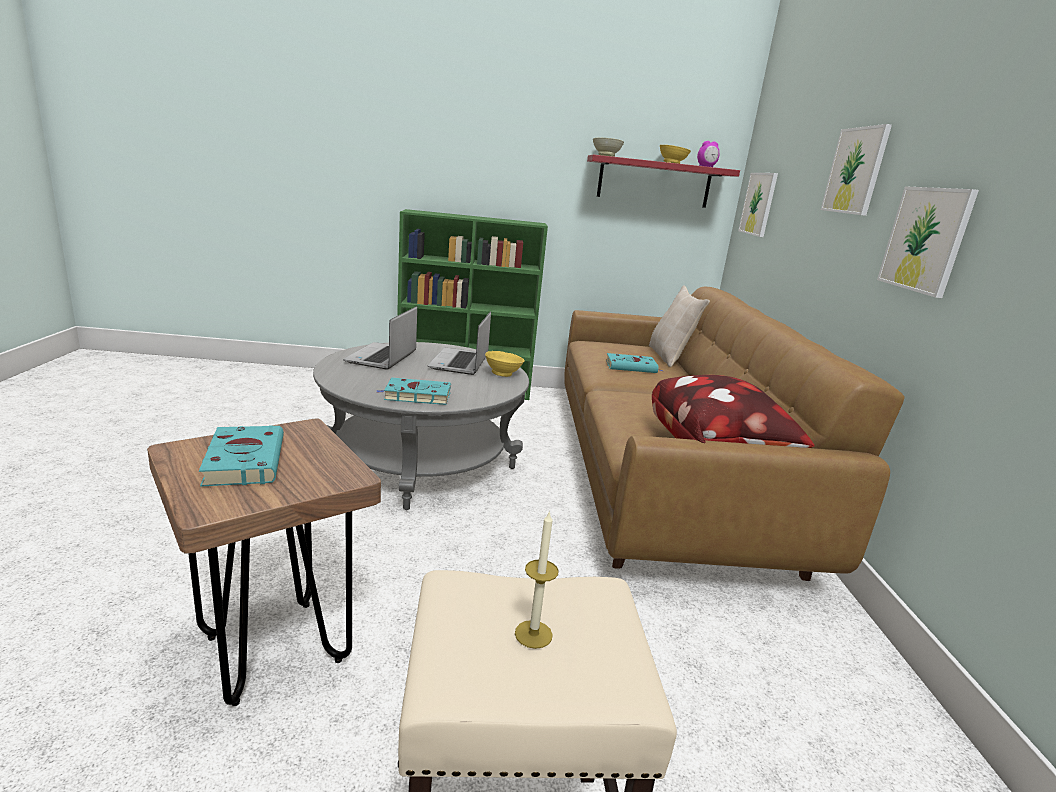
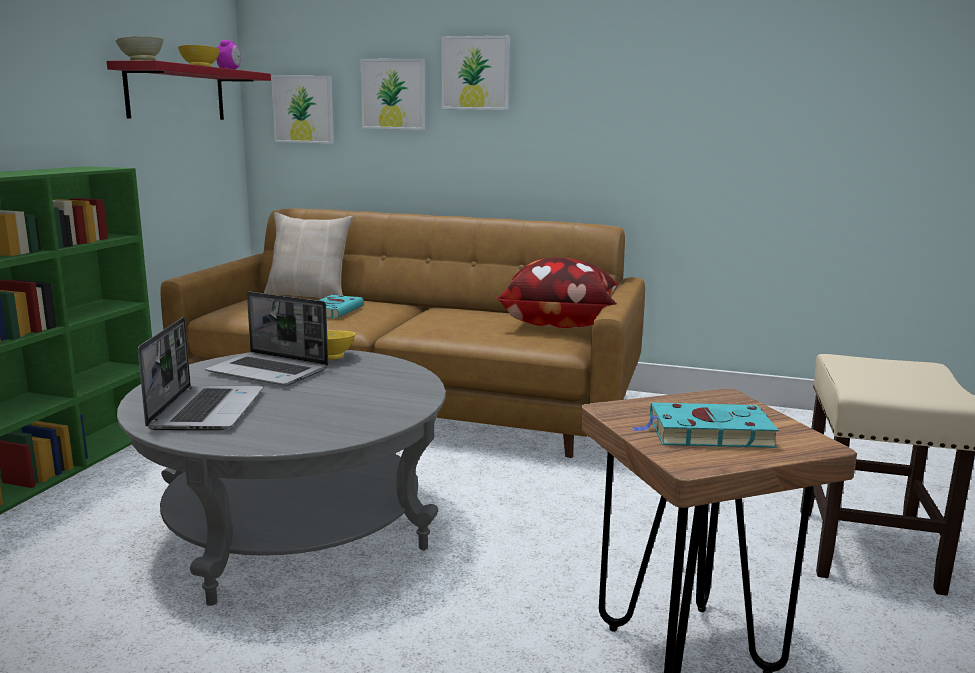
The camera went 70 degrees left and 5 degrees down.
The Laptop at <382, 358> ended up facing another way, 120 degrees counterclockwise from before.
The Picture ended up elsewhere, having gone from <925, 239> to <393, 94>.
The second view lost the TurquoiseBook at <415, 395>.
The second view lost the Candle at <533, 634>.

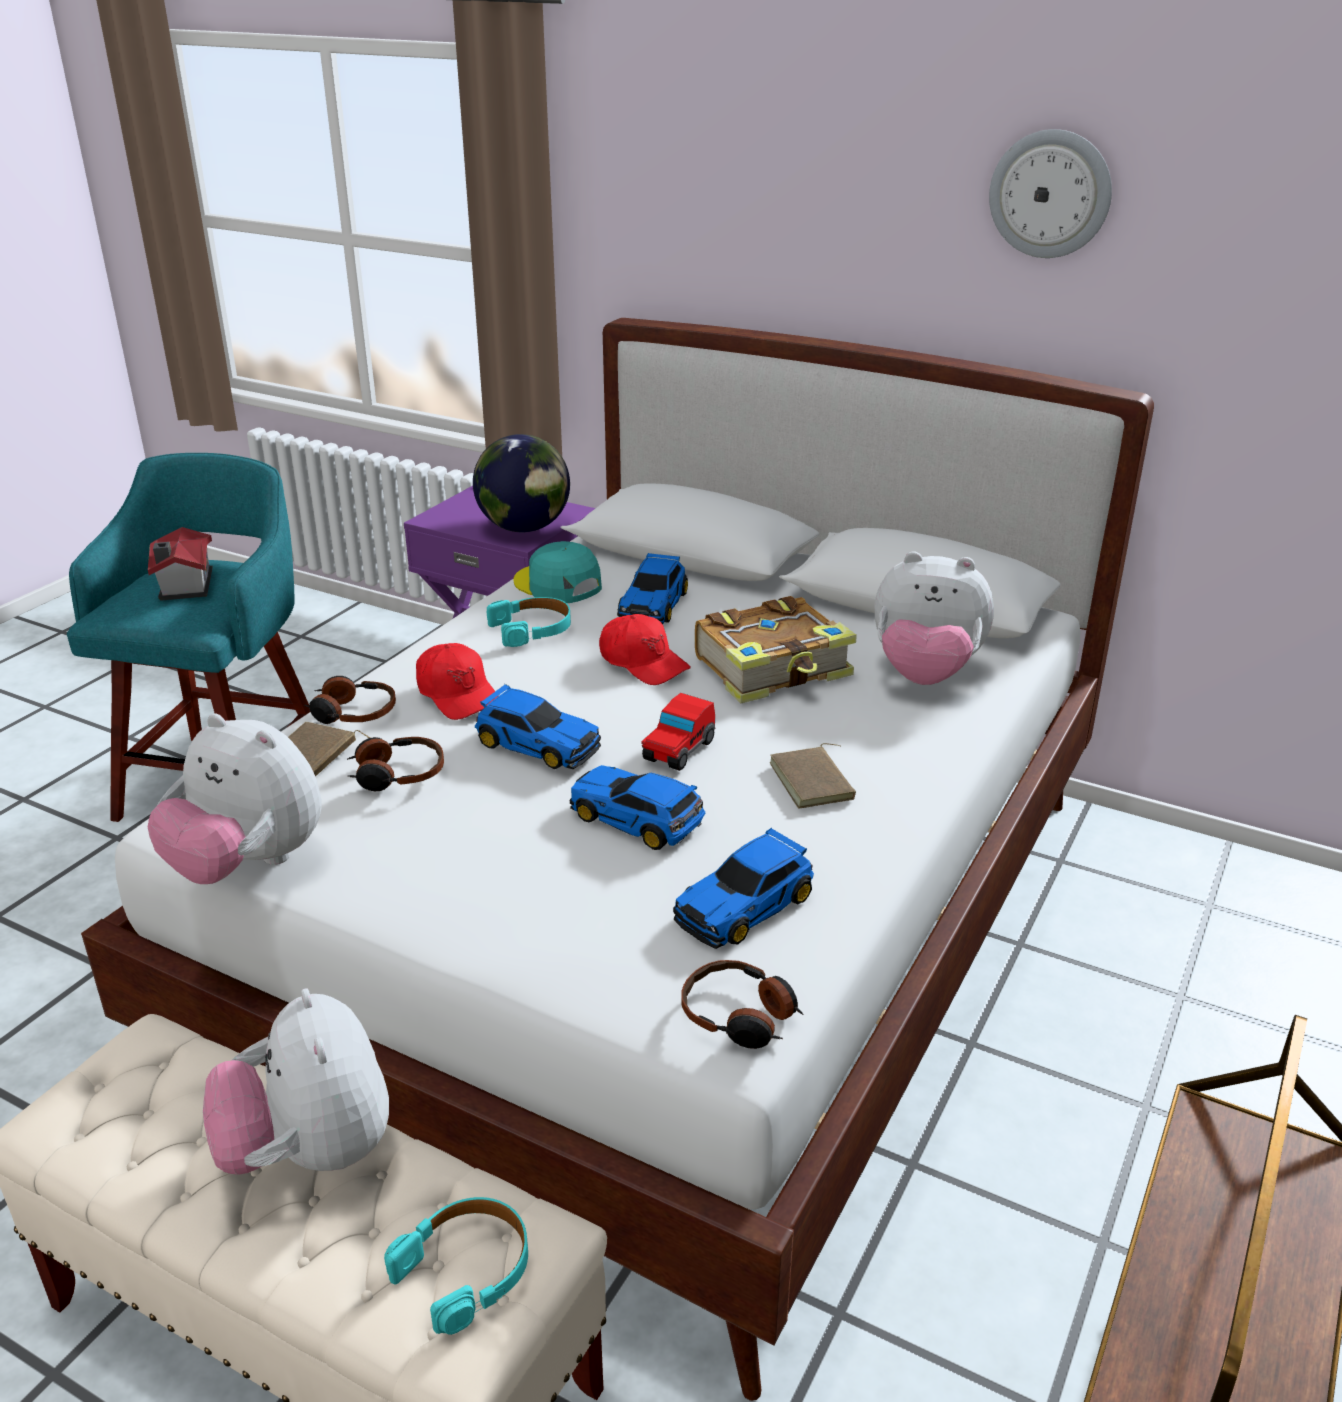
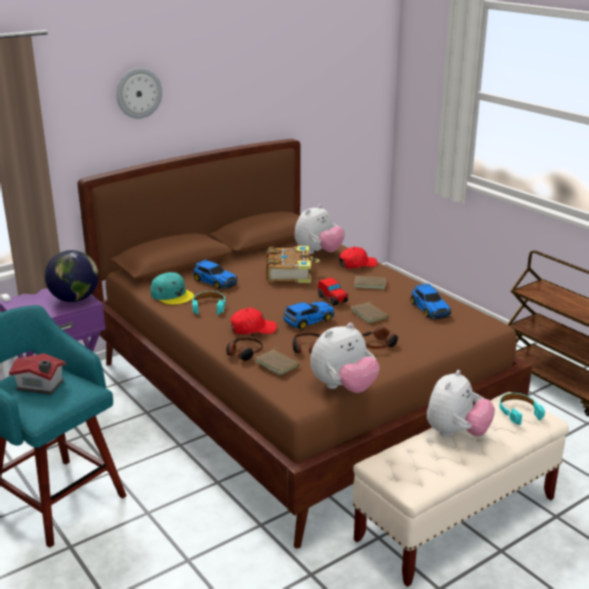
The camera went 65 degrees left and 5 degrees down.
What was the WhiteBed at <673, 931> turned into the BrownBed at <294, 397>.
The WallClock ended up elsewhere, having gone from <1050, 194> to <138, 93>.
The TurquoiseCap at <557, 584> ended up facing another way, 120 degrees counterclockwise from before.
The RedCap ended up elsewhere, having gone from <643, 663> to <357, 264>.
Where the ToyCar stood at <638, 820>, the BrownBook came to stand at <370, 314>.
The Headphones ended up elsewhere, having gone from <740, 1016> to <378, 344>.
The PlushToy at <310, 1152> ended up facing another way, 60 degrees counterclockwise from before.

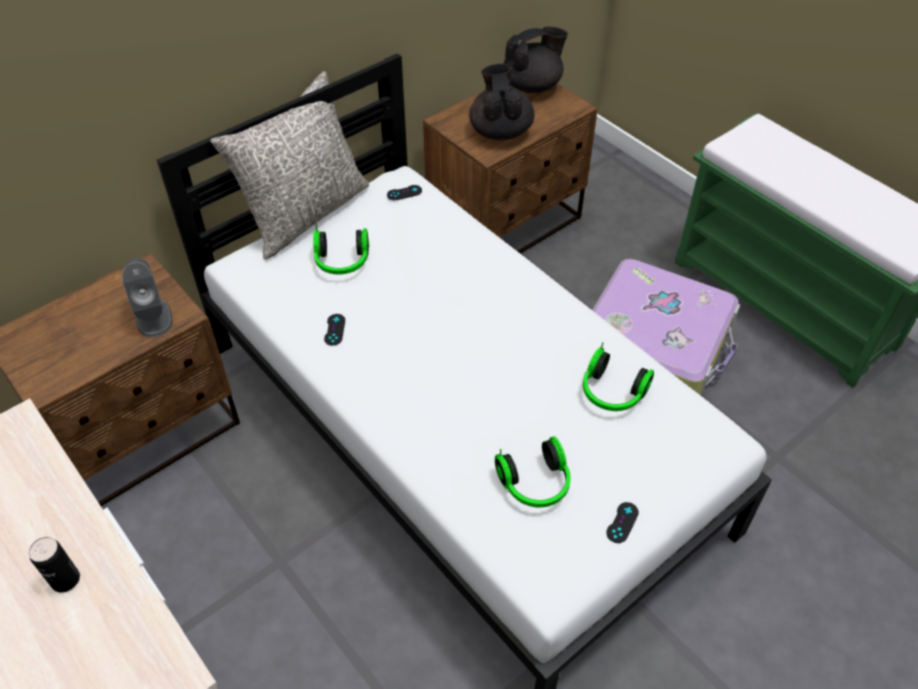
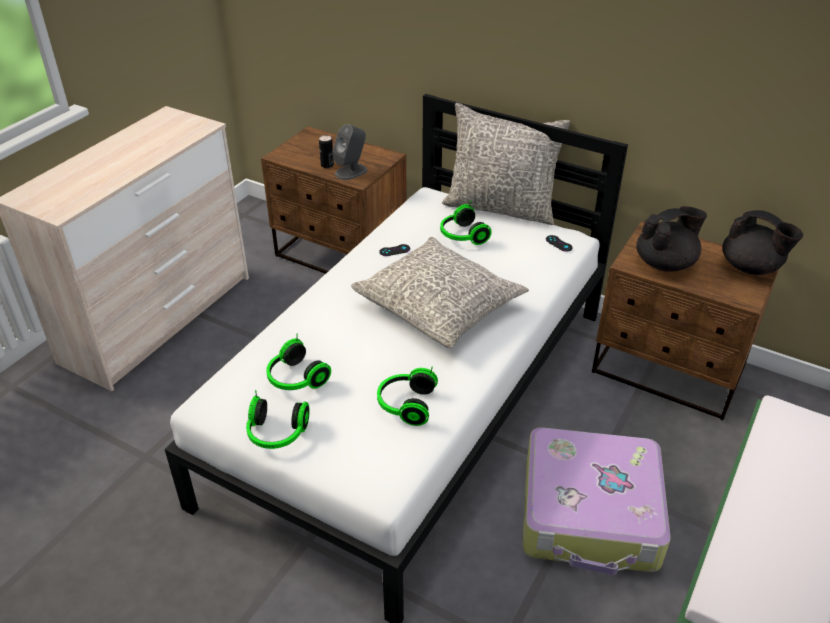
The camera went 70 degrees right and 10 degrees down.
Where the BlackGameController stood at <622, 522>, the Headphones came to stand at <276, 434>.
The Can ended up elsewhere, having gone from <65, 580> to <327, 165>.
The second view gained the GreyPillow at <439, 306>.

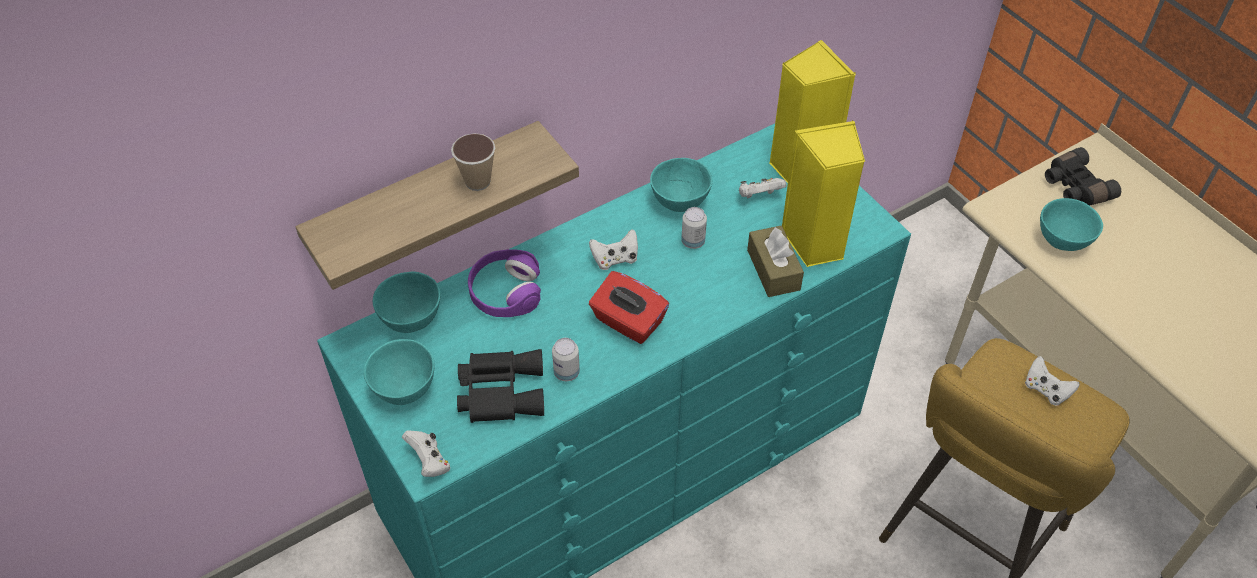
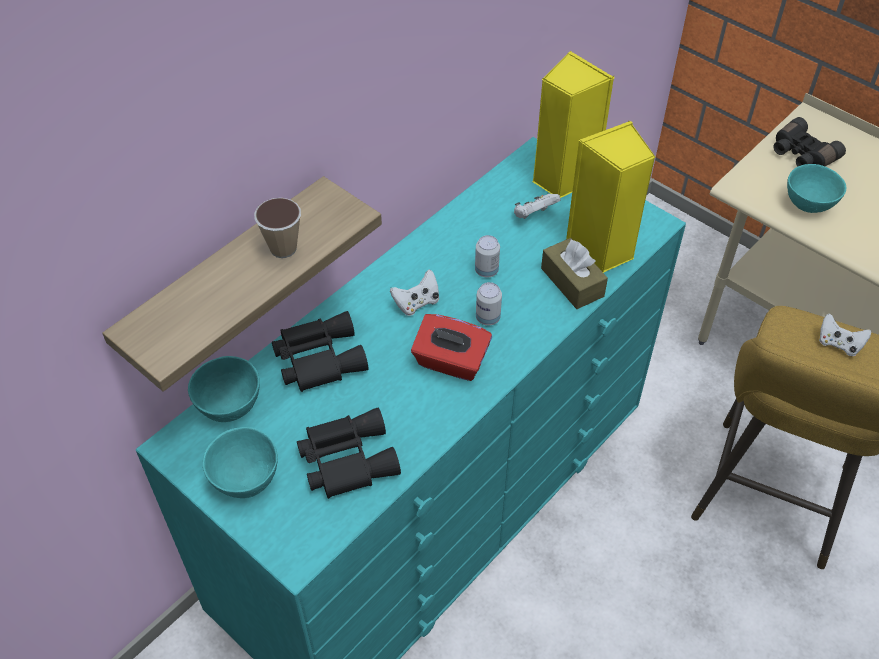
The camera went 15 degrees left and 0 degrees up.
Where the PurpleHeadphones stood at <505, 291>, the BlackBinoculars came to stand at <317, 357>.
The Can ended up elsewhere, having gone from <566, 372> to <488, 318>.
The second view lost the WhiteGameController at <429, 462>.
The second view lost the TurquoiseBowl at <679, 202>.

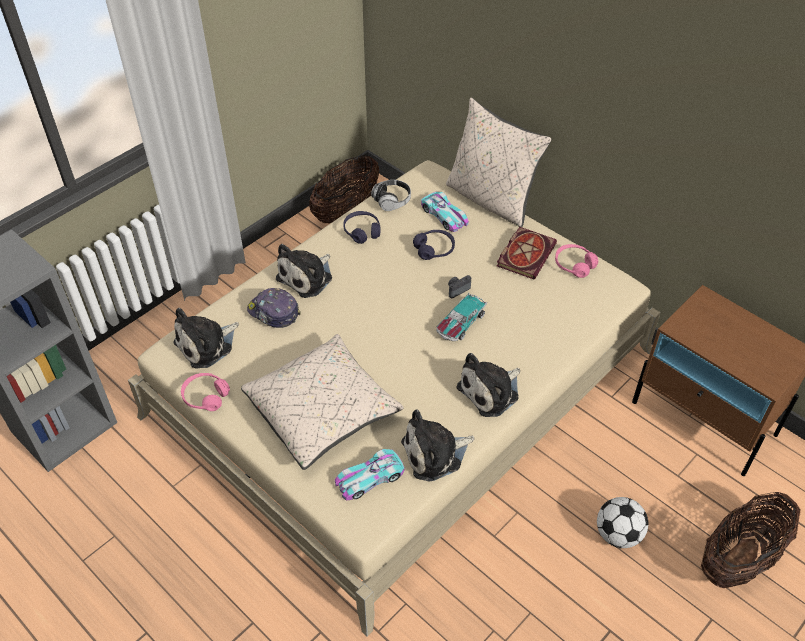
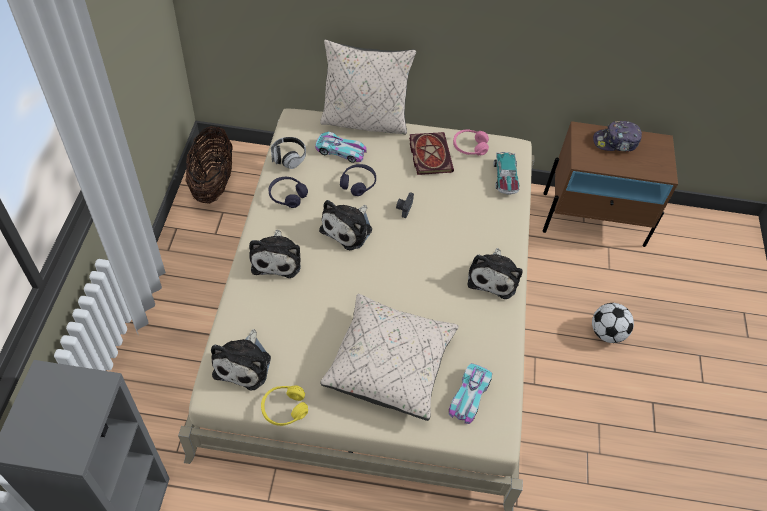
The camera went 40 degrees left and 5 degrees up.
What was the PinkHeadphones at <205, 396> turned into the YellowHeadphones at <284, 409>.
The PlushToy ended up elsewhere, having gone from <435, 453> to <348, 228>.
The ToyCar ended up elsewhere, having gone from <460, 323> to <505, 178>.
The Cap ended up elsewhere, having gone from <273, 313> to <616, 142>.
The second view lost the Basket at <739, 558>.

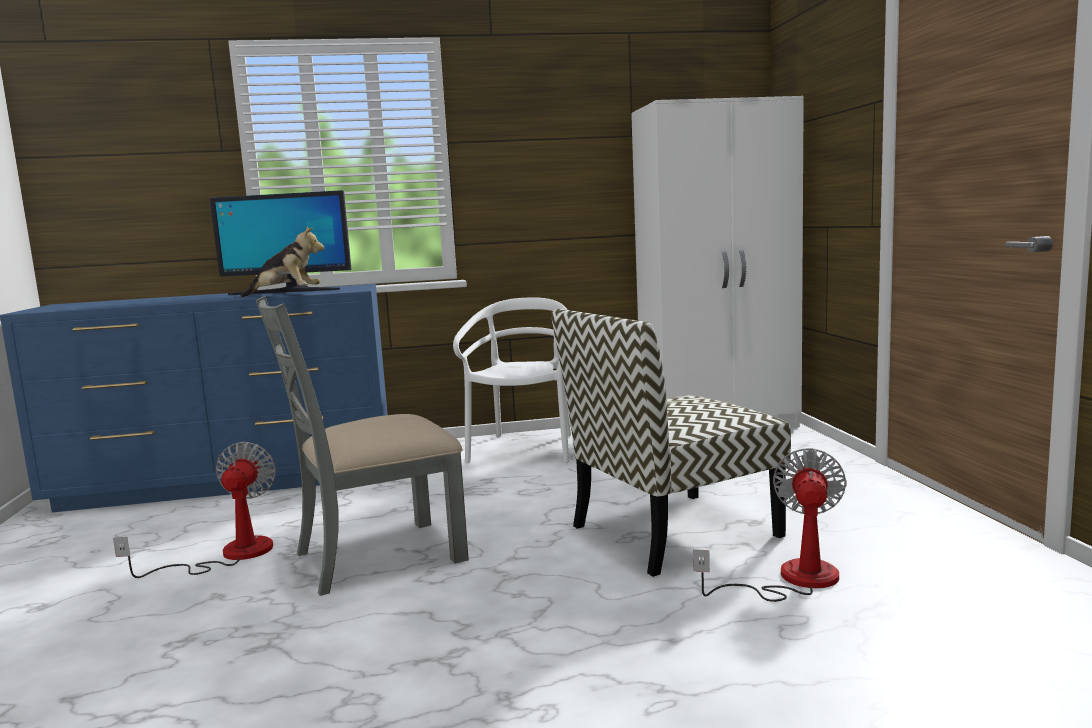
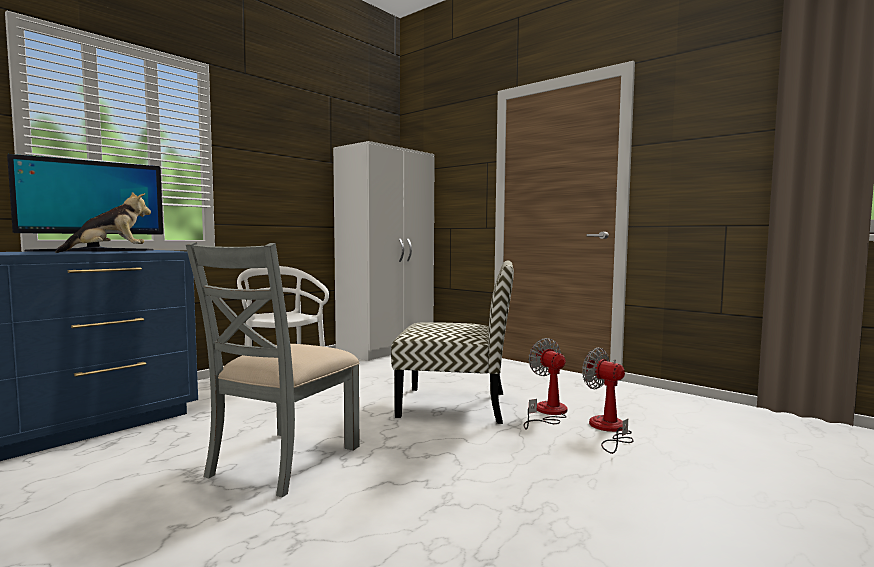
The camera went 40 degrees left and 5 degrees down.
The Chair at <672, 532> ended up facing another way, 105 degrees counterclockwise from before.
The Fan ended up elsewhere, having gone from <229, 555> to <608, 430>.

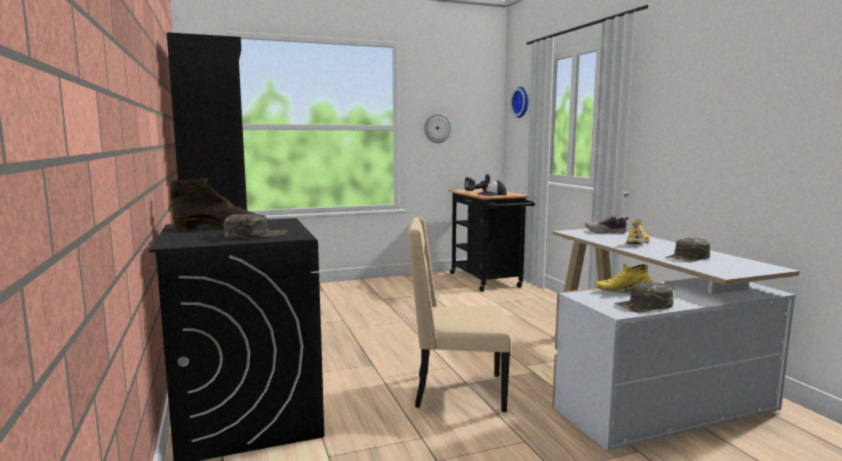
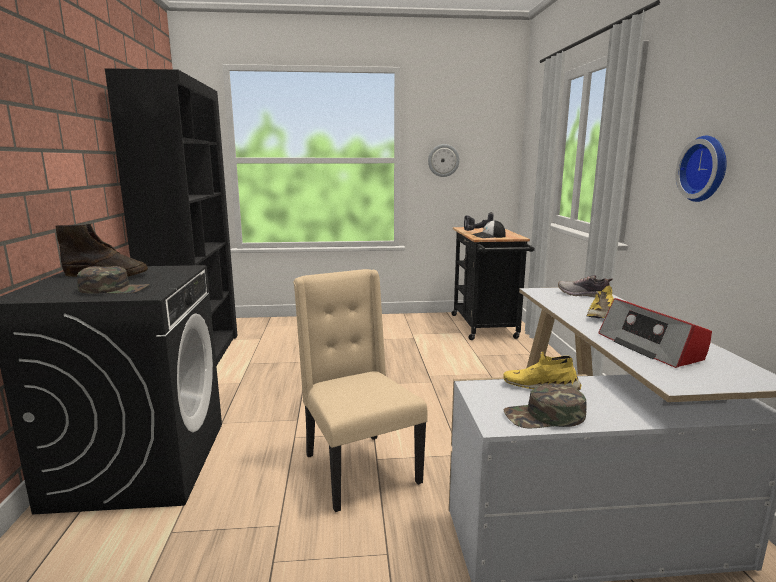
The camera went 15 degrees right and 5 degrees up.
The BeigeChair at <456, 391> ended up facing another way, 45 degrees clockwise from before.
Where the GreenCap stood at <688, 257>, the Radio came to stand at <650, 347>.
The WallClock ended up elsewhere, having gone from <522, 102> to <706, 169>.

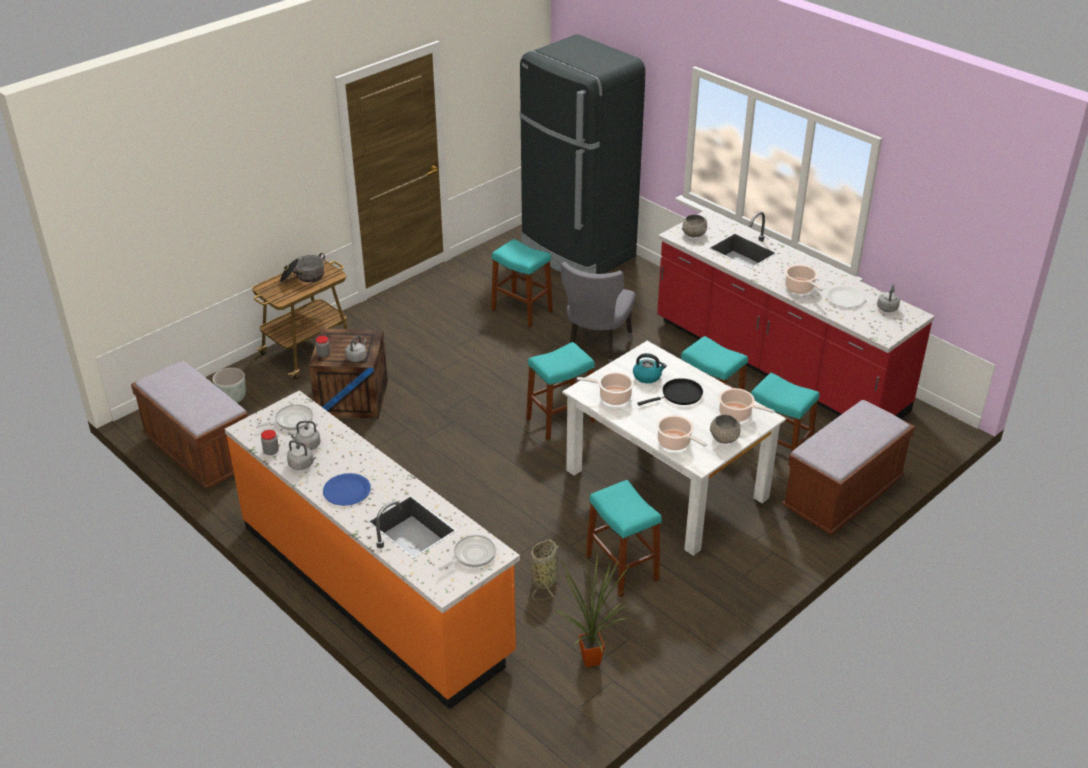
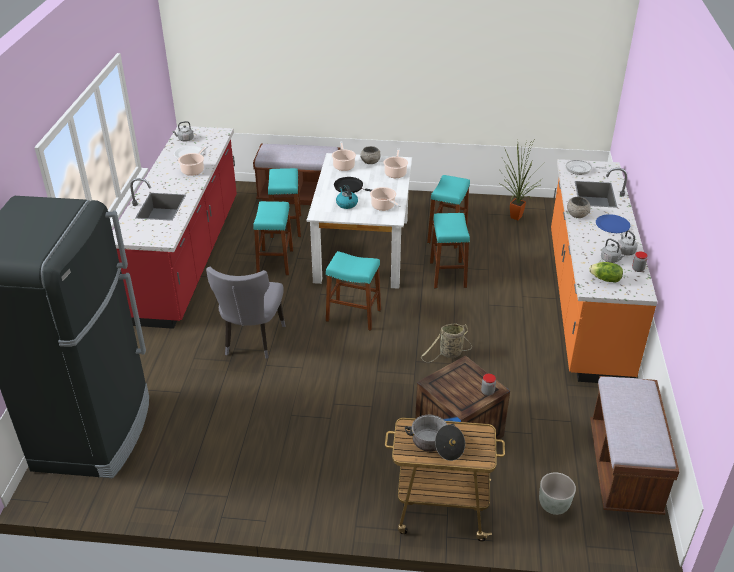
The camera went 130 degrees left and 0 degrees up.
The GreyChair at <595, 350> ended up facing another way, 120 degrees clockwise from before.
The Basket ended up elsewhere, having gone from <545, 579> to <449, 354>.
The TurquoiseStool ended up elsewhere, having gone from <522, 310> to <448, 274>.
The GreyBowl ended up elsewhere, having gone from <694, 234> to <577, 214>.
Where the FryingPan stood at <291, 420>, the Lettuce came to stand at <605, 279>.
The second view lost the GreyKettle at <357, 357>.

